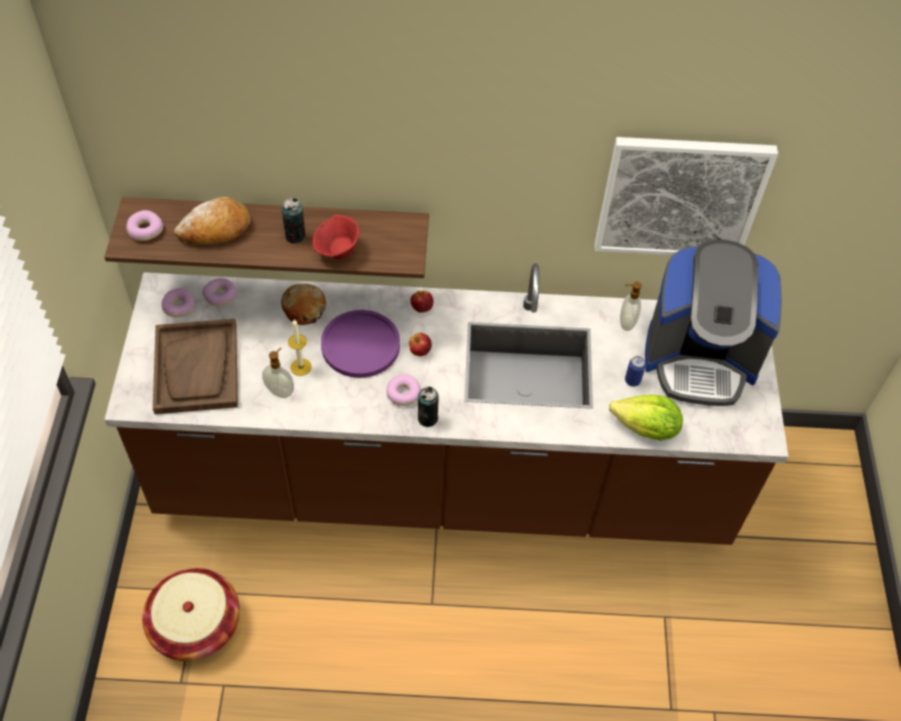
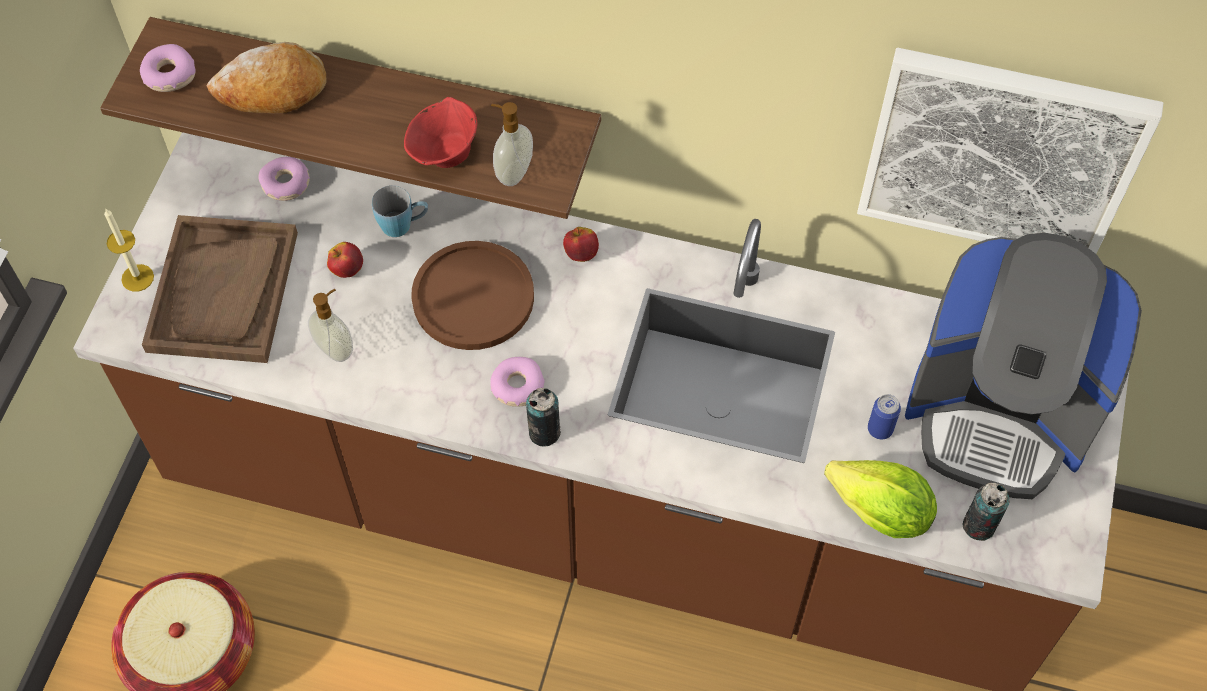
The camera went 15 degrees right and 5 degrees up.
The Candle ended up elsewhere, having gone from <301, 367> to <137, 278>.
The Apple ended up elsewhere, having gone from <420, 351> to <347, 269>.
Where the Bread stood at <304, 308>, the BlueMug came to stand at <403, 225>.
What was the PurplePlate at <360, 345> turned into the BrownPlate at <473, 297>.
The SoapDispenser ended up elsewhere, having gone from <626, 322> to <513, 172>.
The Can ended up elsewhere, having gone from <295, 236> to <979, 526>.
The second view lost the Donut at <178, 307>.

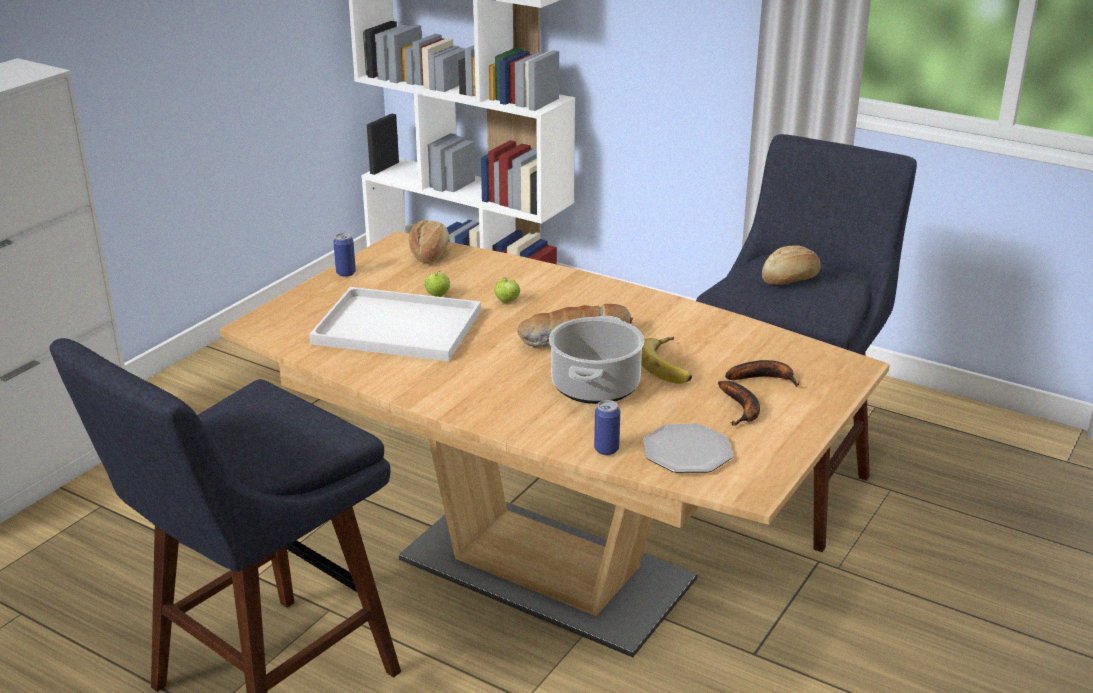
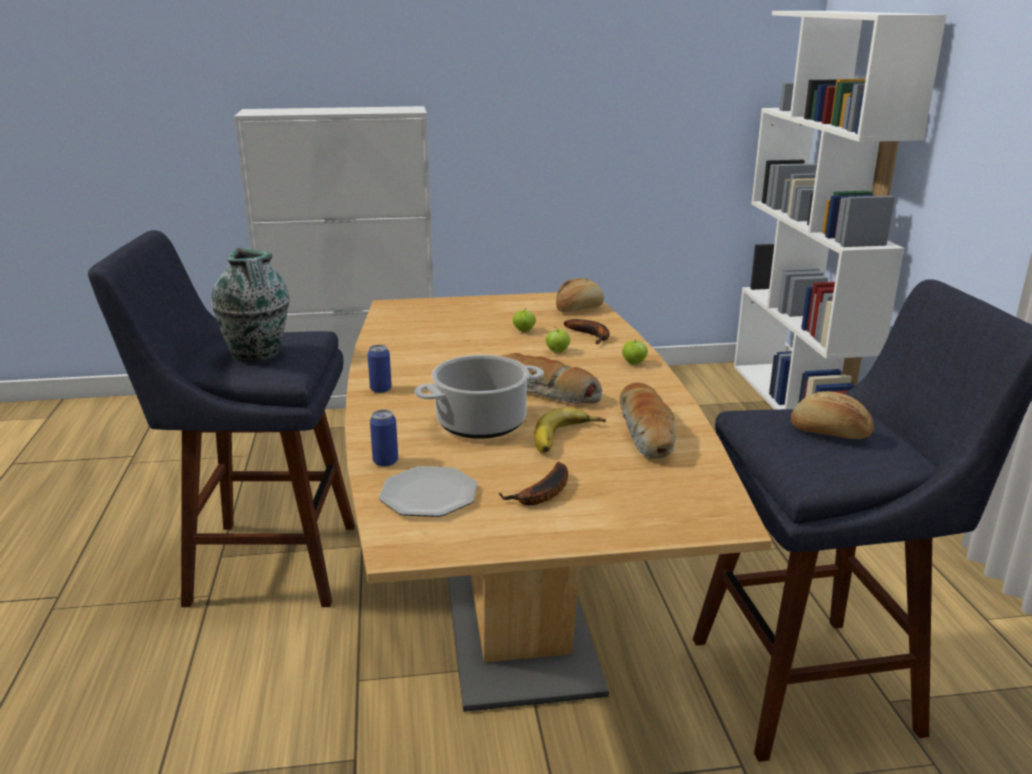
The camera went 50 degrees right and 5 degrees down.
The second view gained the Vase at <257, 355>.
The Can ended up elsewhere, having gone from <346, 273> to <381, 389>.
The Banana ended up elsewhere, having gone from <764, 378> to <591, 336>.
The second view gained the Bread at <647, 434>.
The second view gained the Apple at <634, 363>.
The second view lost the WhiteTray at <401, 326>.

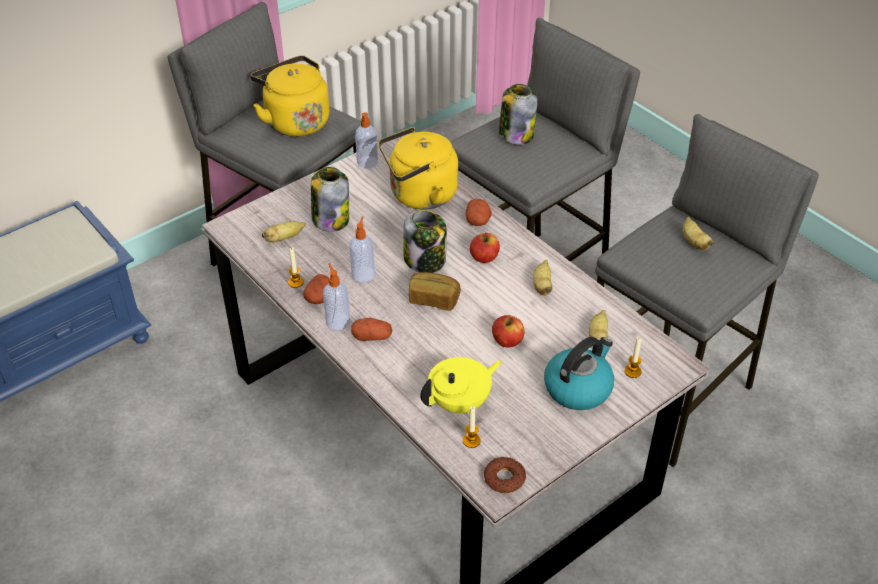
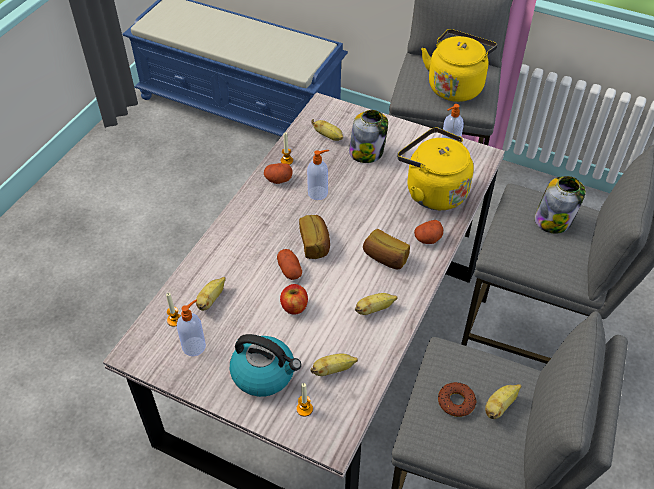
The camera went 65 degrees right and 5 degrees up.
The SoapDispenser ended up elsewhere, having gone from <337, 321> to <194, 346>.
Where the YellowTeapot stood at <460, 402>, the Banana came to stand at <211, 300>.
The Potato ended up elsewhere, having gone from <372, 336> to <290, 270>.
Where the Apple stood at <484, 257>, the Bread came to stand at <385, 258>.
The Donut ended up elsewhere, having gone from <504, 478> to <456, 402>.
The second view lost the Jar at <425, 260>.

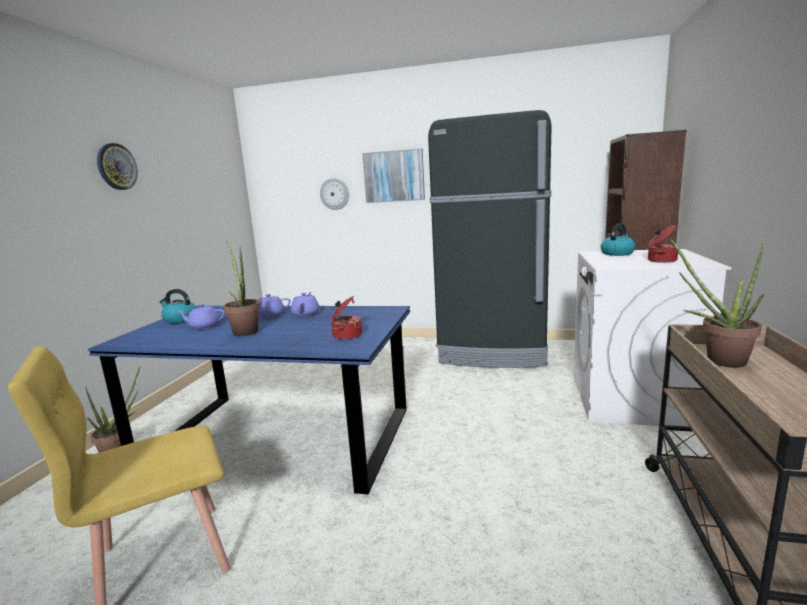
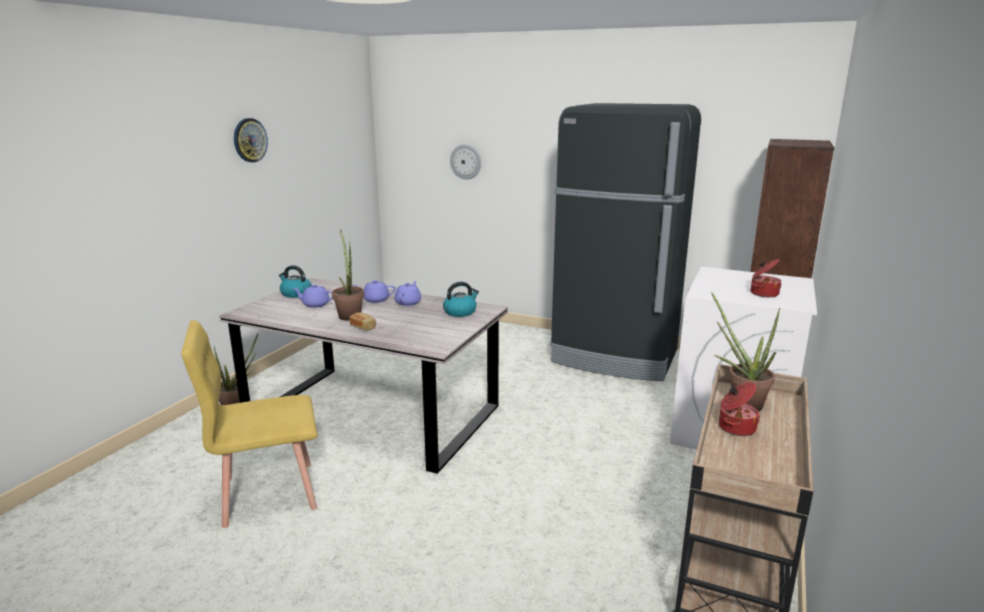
The camera went 10 degrees right and 5 degrees up.
What was the BlueDiningTable at <278, 438> turned into the GreyDiningTable at <372, 414>.
The second view gained the Bread at <363, 327>.
The Kettle ended up elsewhere, having gone from <617, 253> to <460, 312>.
The CookingPot ended up elsewhere, having gone from <346, 335> to <735, 427>.
The second view lost the Picture at <394, 176>.

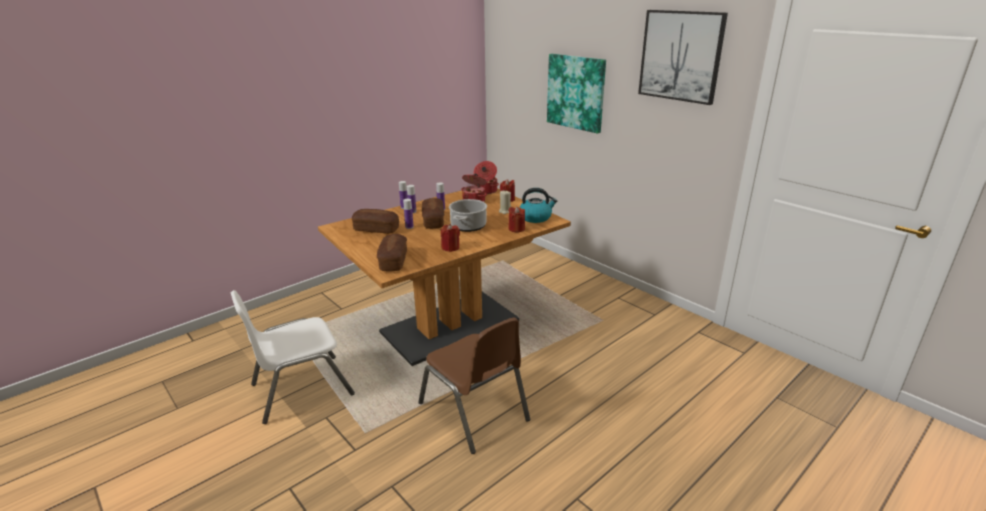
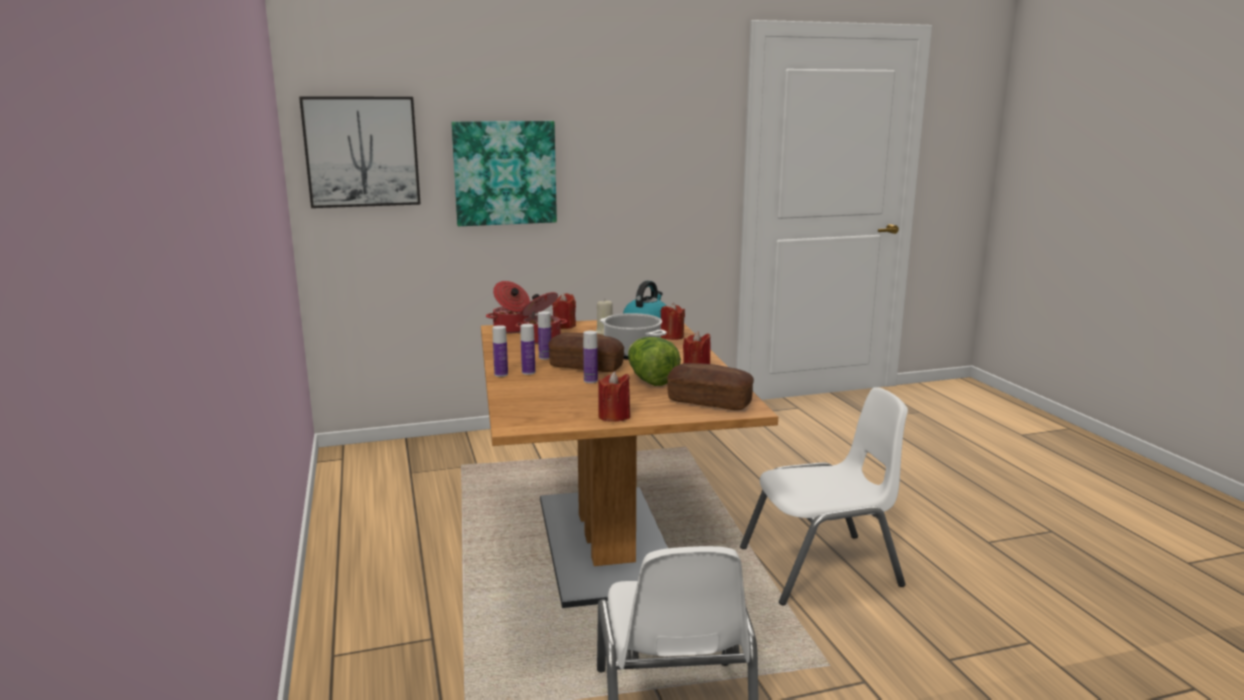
The camera went 65 degrees left and 10 degrees down.
The Picture ended up elsewhere, having gone from <681, 56> to <362, 152>.
The second view gained the RedCandle at <614, 416>.
The second view gained the Lettuce at <650, 380>.
What was the BrownChair at <474, 411> turned into the WhiteChair at <821, 568>.
The second view lost the Bread at <376, 229>.

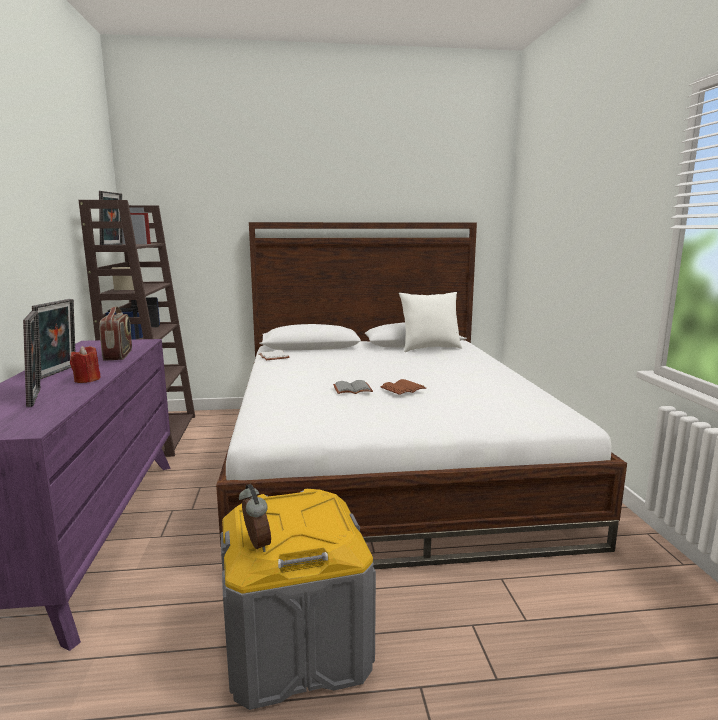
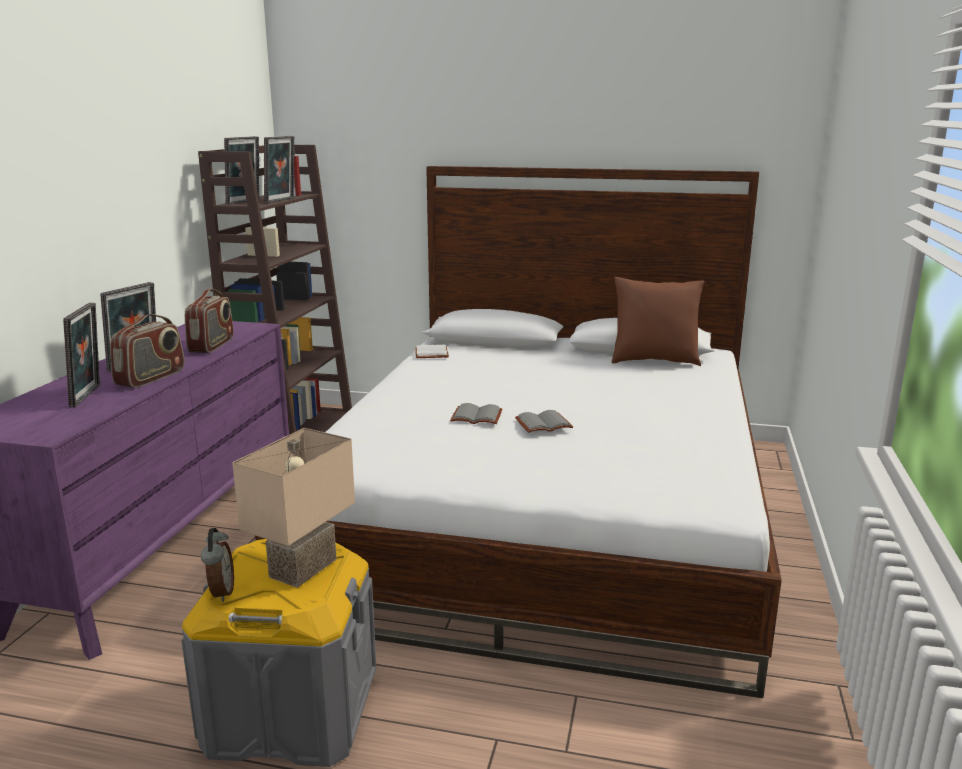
The camera went 20 degrees right and 5 degrees up.
Where the RedCandle stood at <87, 380>, the Radio came to stand at <151, 378>.
The second view gained the BeigeTableLamp at <301, 567>.
The second view gained the PictureFrame at <281, 200>.
What was the BrownBook at <403, 388> turned into the GreyBook at <543, 423>.
What was the WhitePillow at <429, 348> turned into the BrownPillow at <654, 361>.

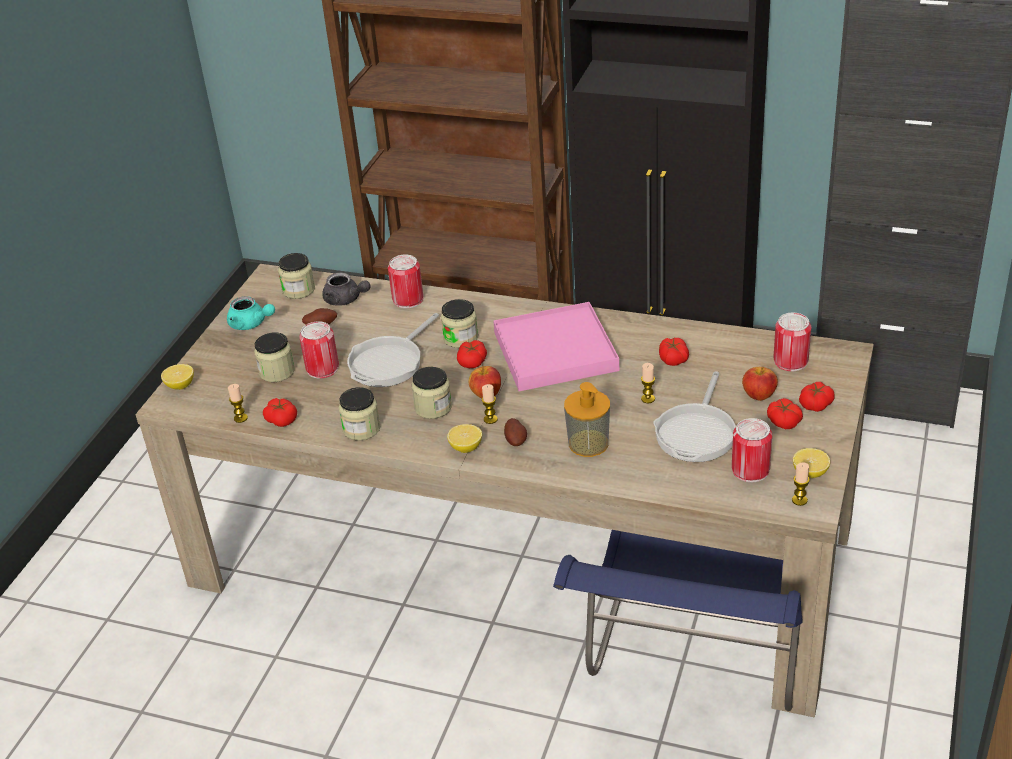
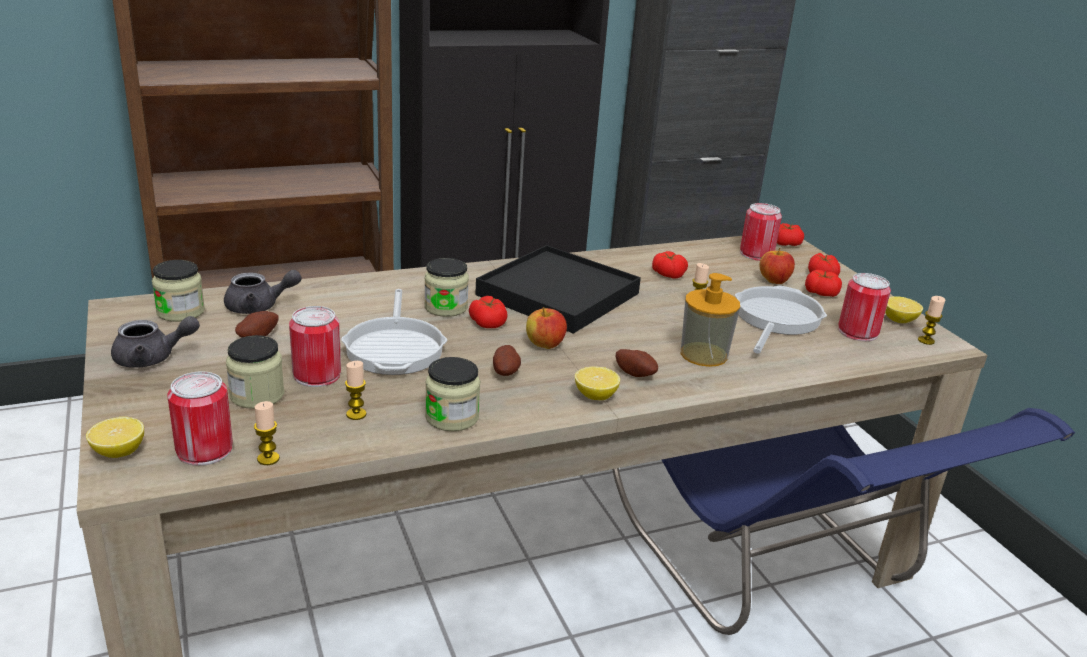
The camera went 45 degrees left and 10 degrees down.
What was the TurquoiseTeapot at <251, 324> turned into the GreyTeapot at <152, 358>.
The Can ended up elsewhere, having gone from <408, 299> to <204, 450>.
The Candle ended up elsewhere, having gone from <490, 419> to <356, 414>.
What was the PinkTray at <555, 352> turned into the BlackTray at <558, 294>.
Where the Jar stood at <433, 407>, the Potato came to stand at <506, 372>.
The FryingPan at <697, 433> ended up facing another way, 135 degrees counterclockwise from before.
The Tomato ended up elsewhere, having gone from <281, 419> to <785, 243>.

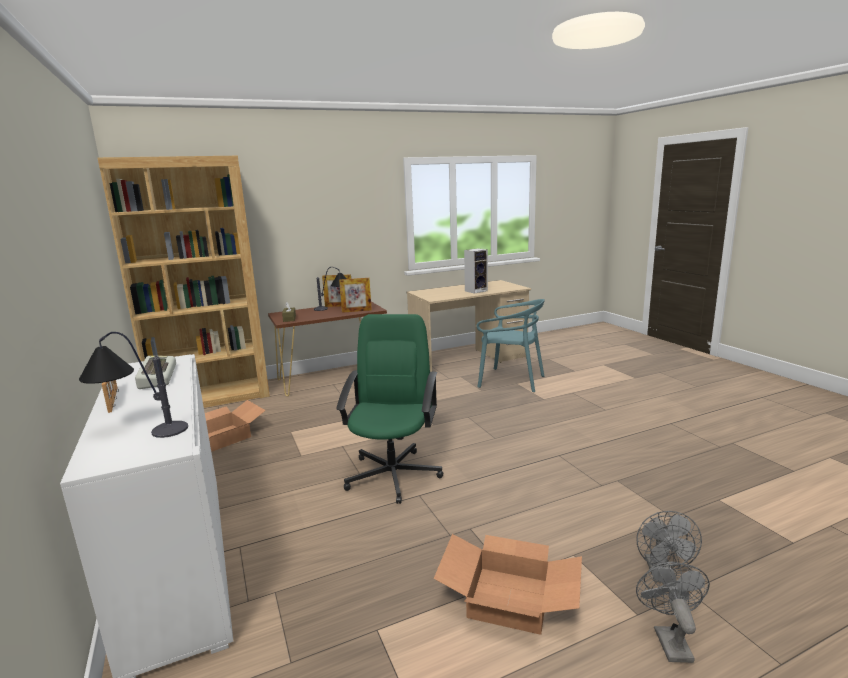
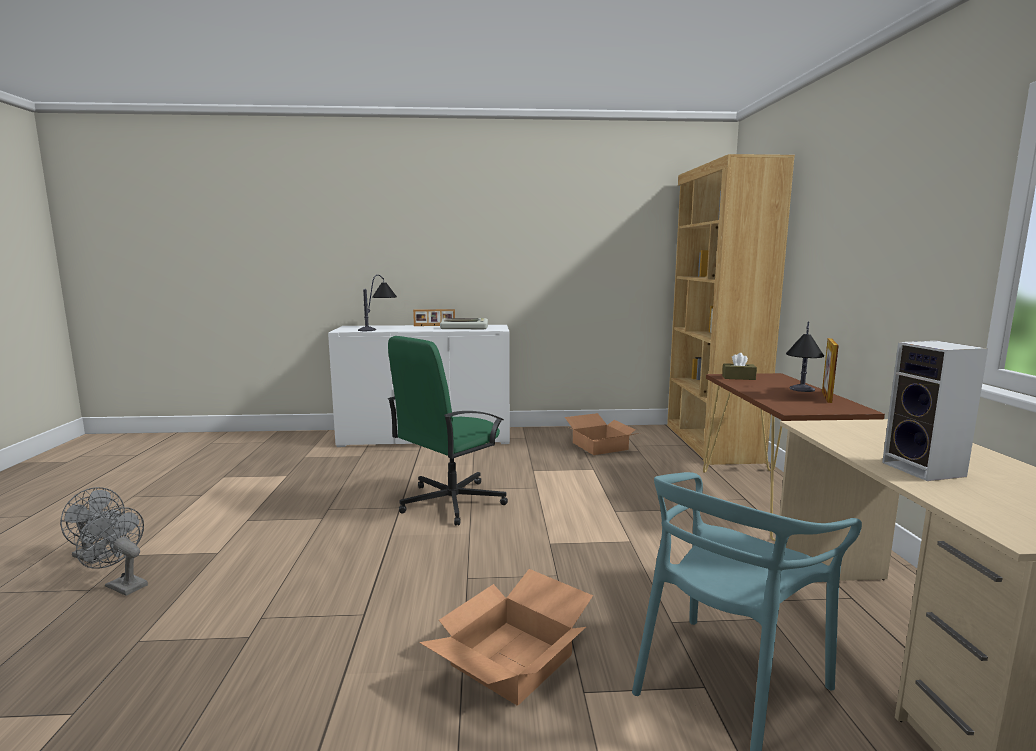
The camera went 110 degrees right and 5 degrees down.
The GreenOfficeChair at <393, 474> ended up facing another way, 105 degrees clockwise from before.
The CardboardBox ended up elsewhere, having gone from <510, 598> to <512, 661>.
The second view lost the PictureFrame at <356, 311>.

